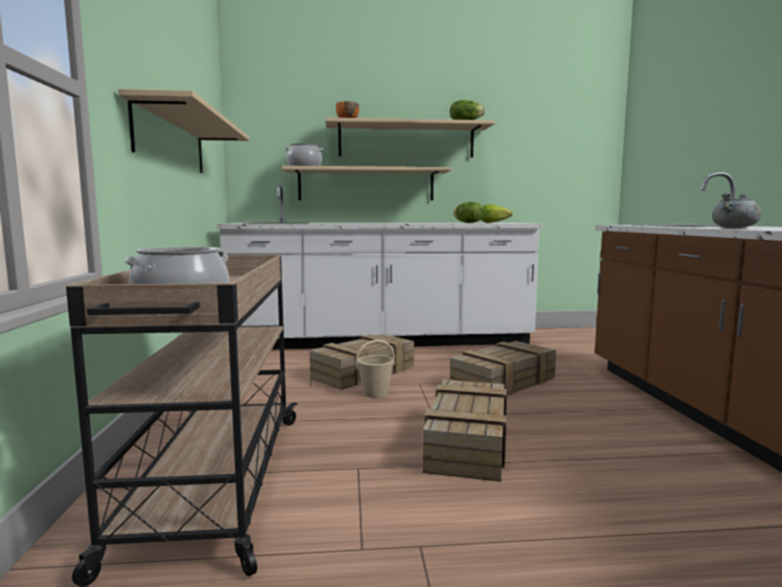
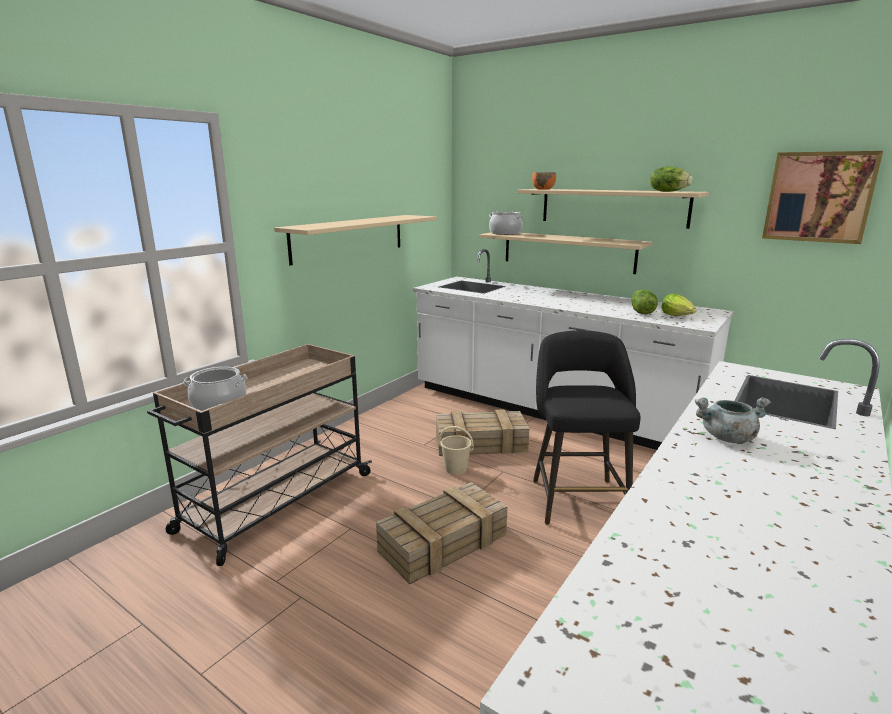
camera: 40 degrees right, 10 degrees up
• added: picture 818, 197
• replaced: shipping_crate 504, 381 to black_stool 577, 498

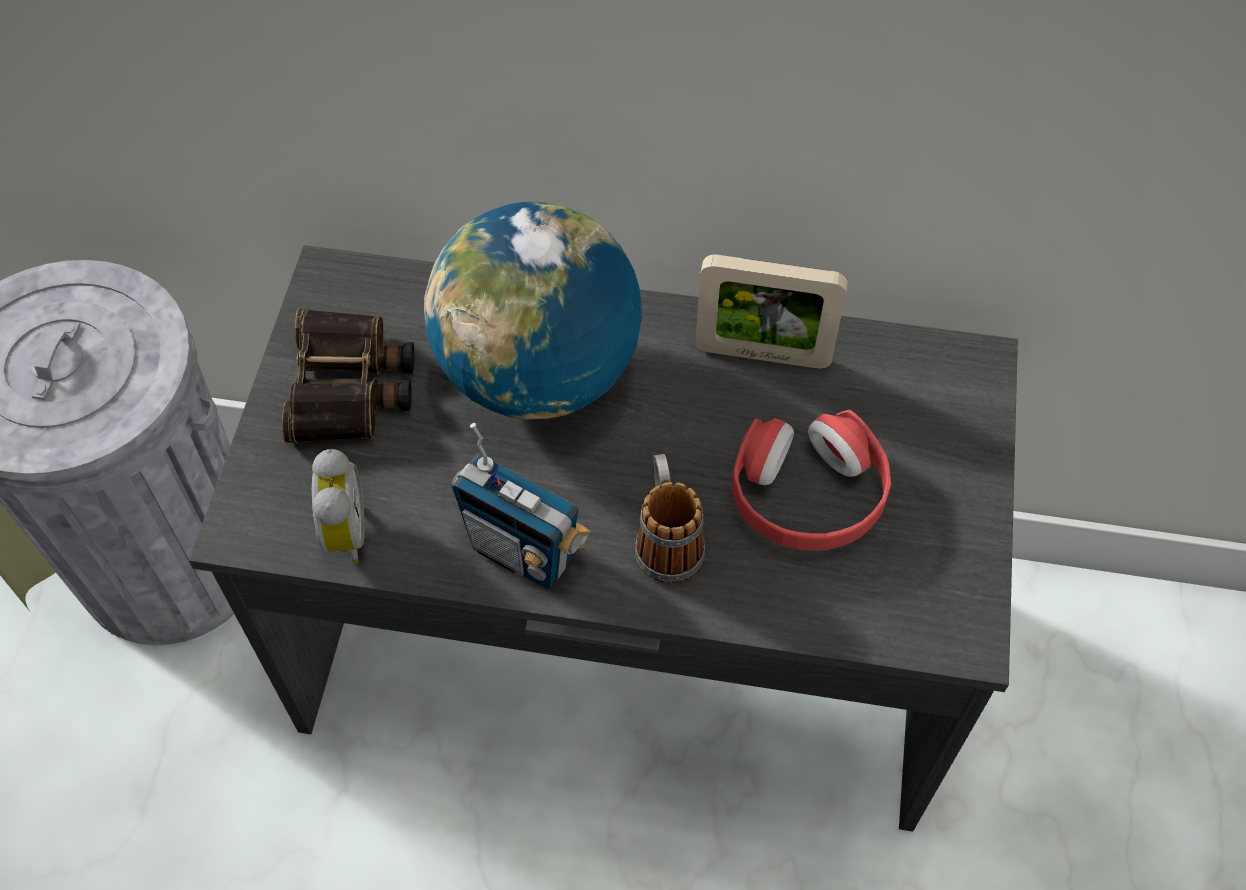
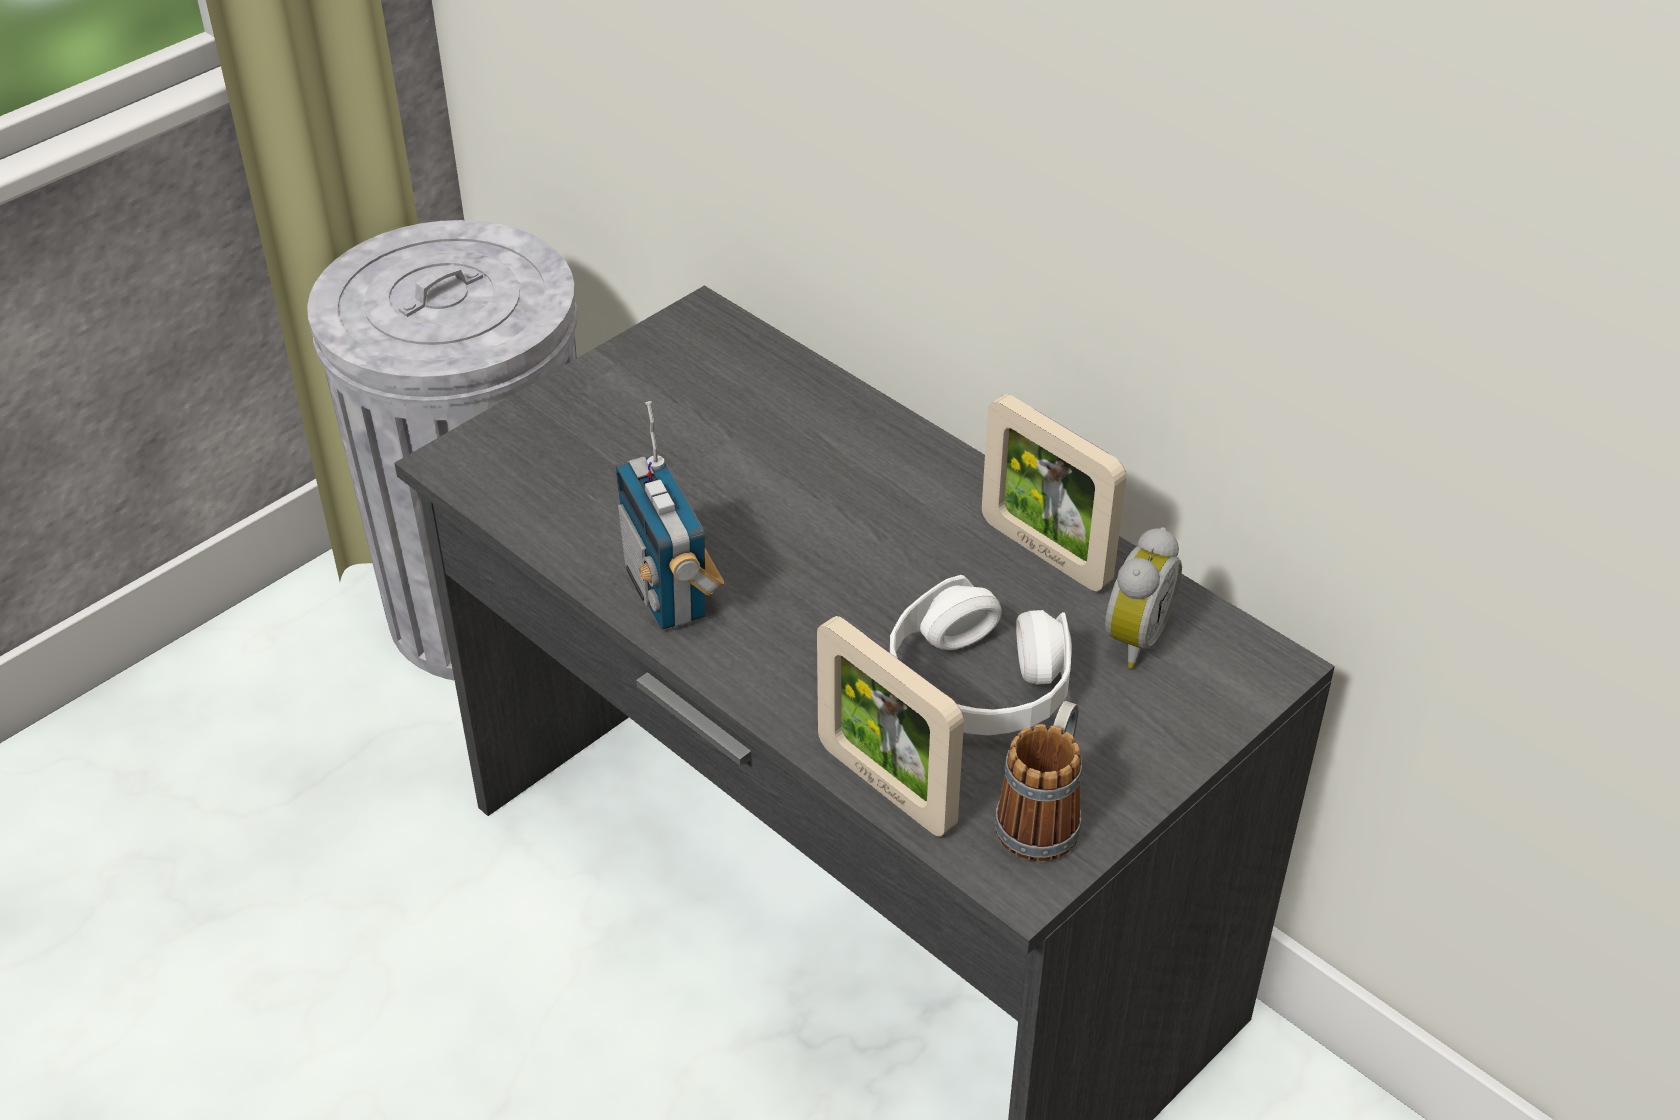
camera: 35 degrees right, 15 degrees down
• removed: field_glasses 351, 386
• removed: desk_globe 539, 373
• added: picture_frame 886, 787
• moved: table_clock 342, 533 to 1131, 638
• moved: tea_mug 666, 539 to 1044, 816
• recoloured: reddish_pair_of_headphones 807, 494 to whitish_pair_of_headphones 978, 682

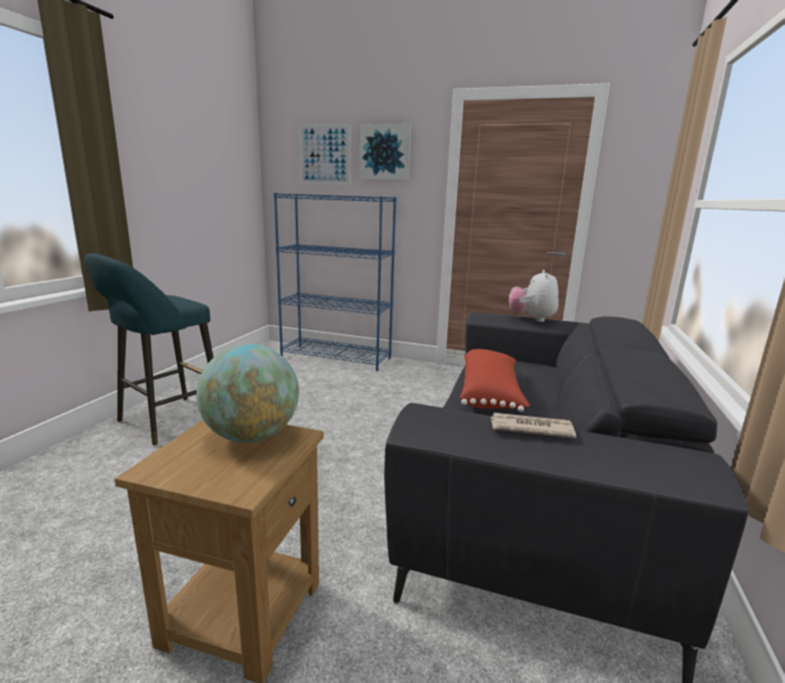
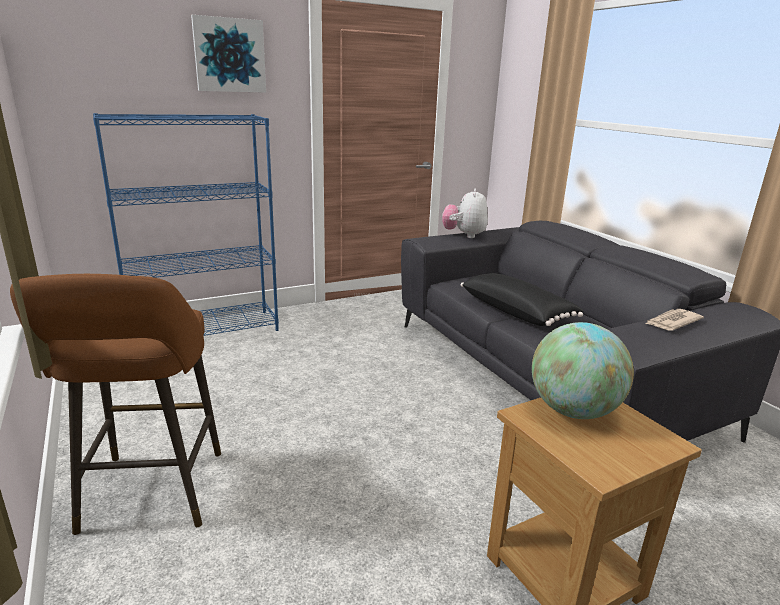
camera: 45 degrees left, 5 degrees up
• removed: picture 324, 154
• recoloured: turquoise_stool 165, 421 to brown_stool 151, 496
• recoloured: reddish_throw_pillow 490, 394 to black_throw_pillow 517, 312
• turned: cuddly_toy 531, 319 = 464, 235 45 degrees clockwise

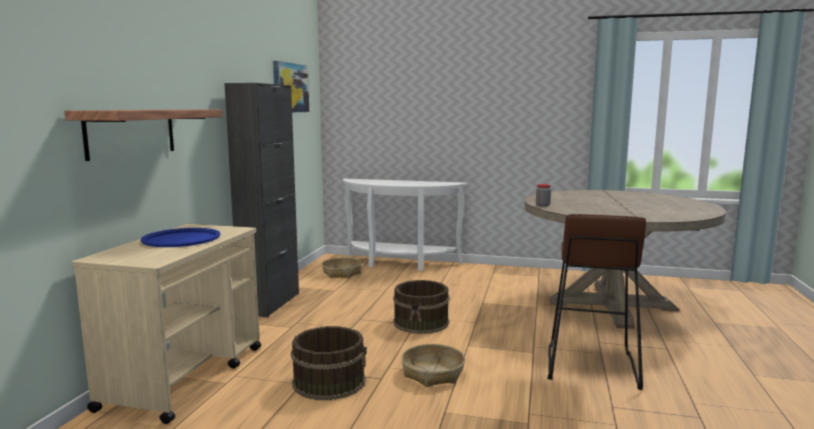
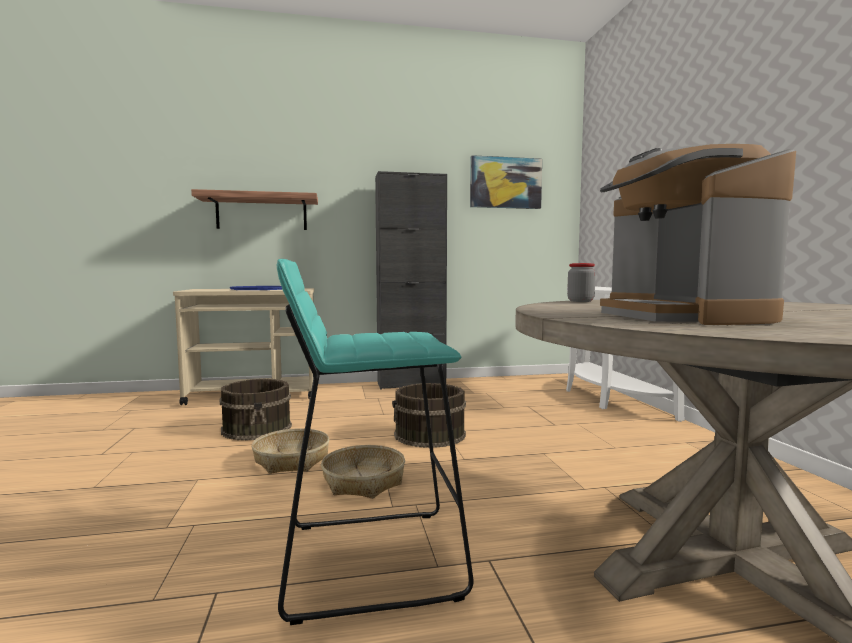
camera: 65 degrees right, 5 degrees down
• added: coffee_machine 681, 316
• moved: basket 342, 273 to 364, 482
• recoloured: brown_stool 590, 366 to turquoise_stool 370, 559

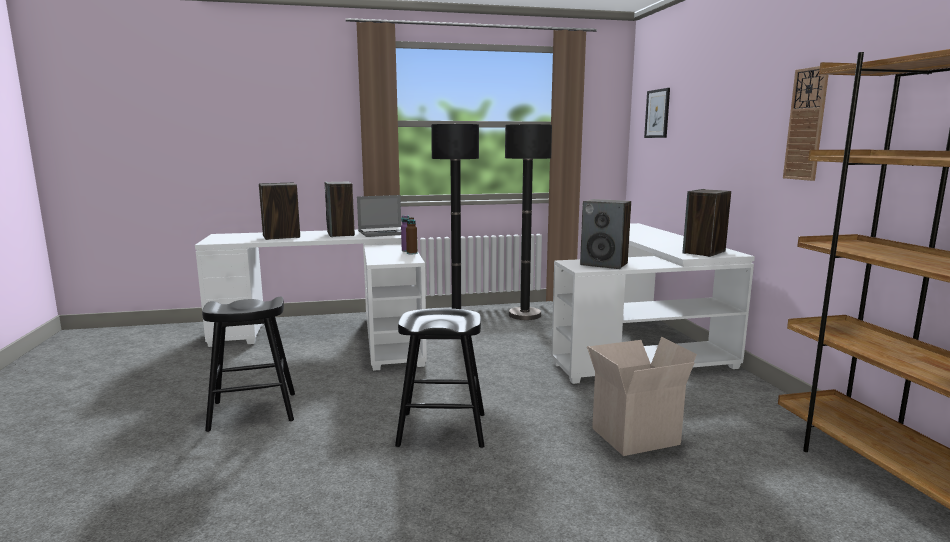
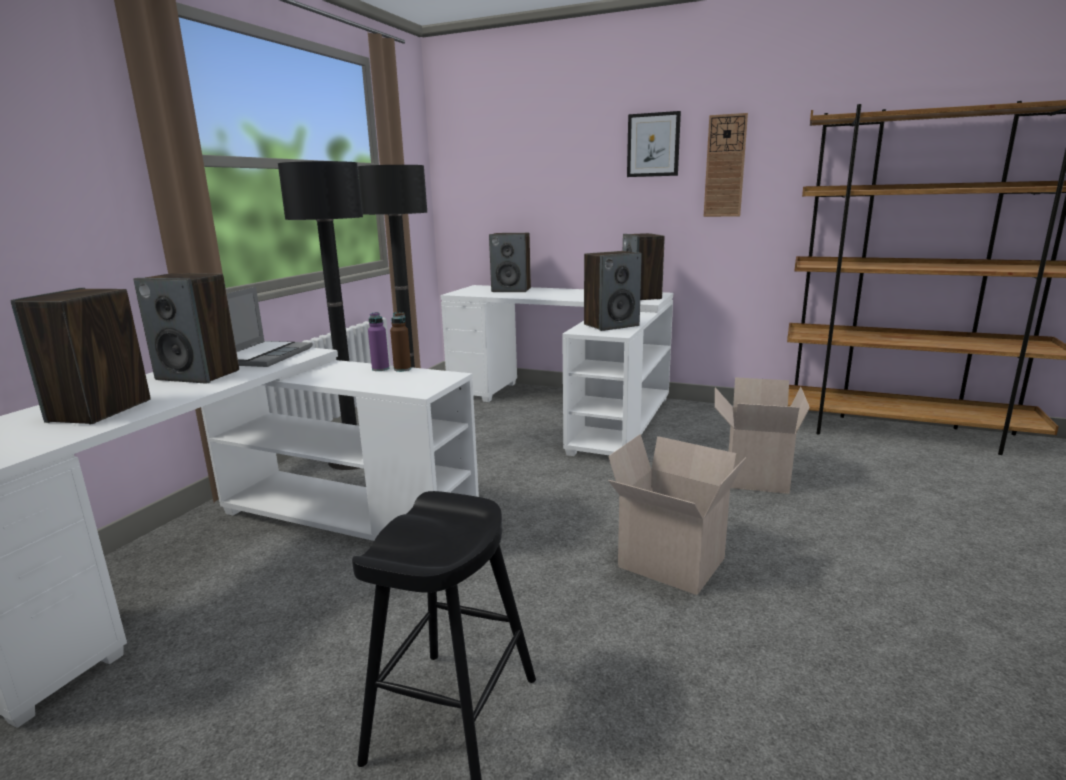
camera: 55 degrees left, 5 degrees up
• added: loudspeaker 511, 290
• moved: picture 657, 113 to 653, 145
• replaced: black_stool 441, 430 to packing_box 668, 564

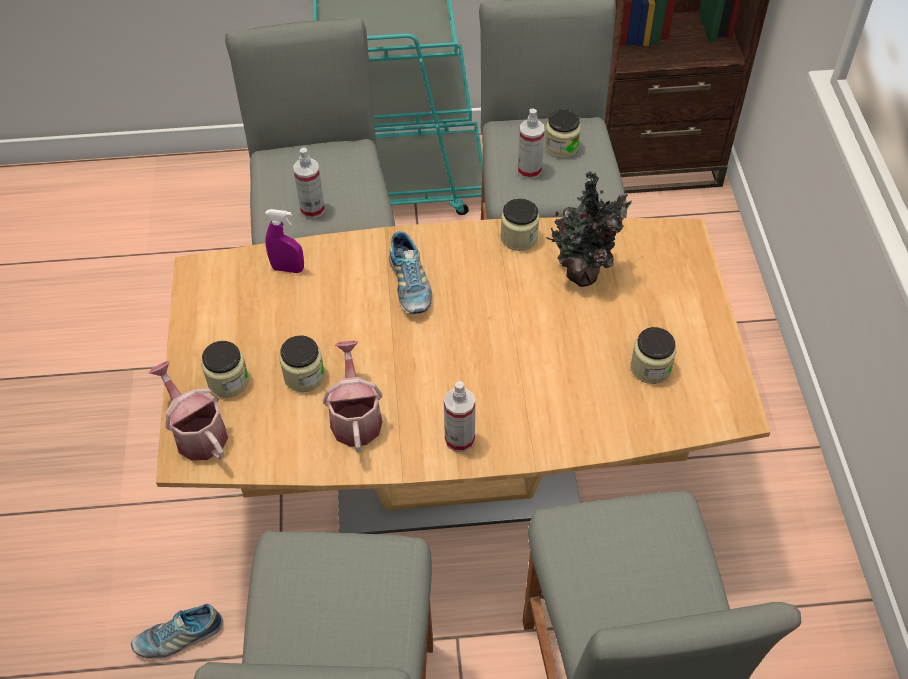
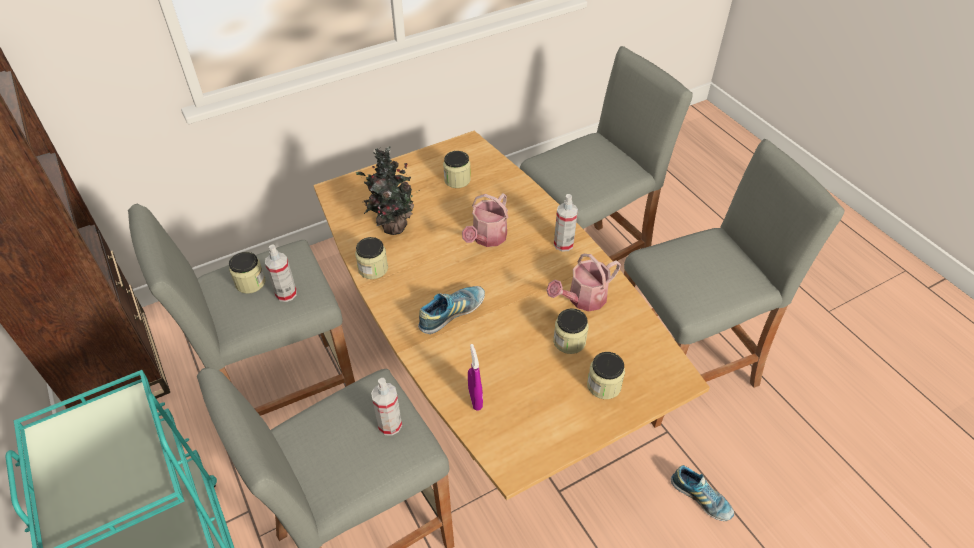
camera: 115 degrees left, 5 degrees down
• moved: watering_pot 197, 432 to 487, 238

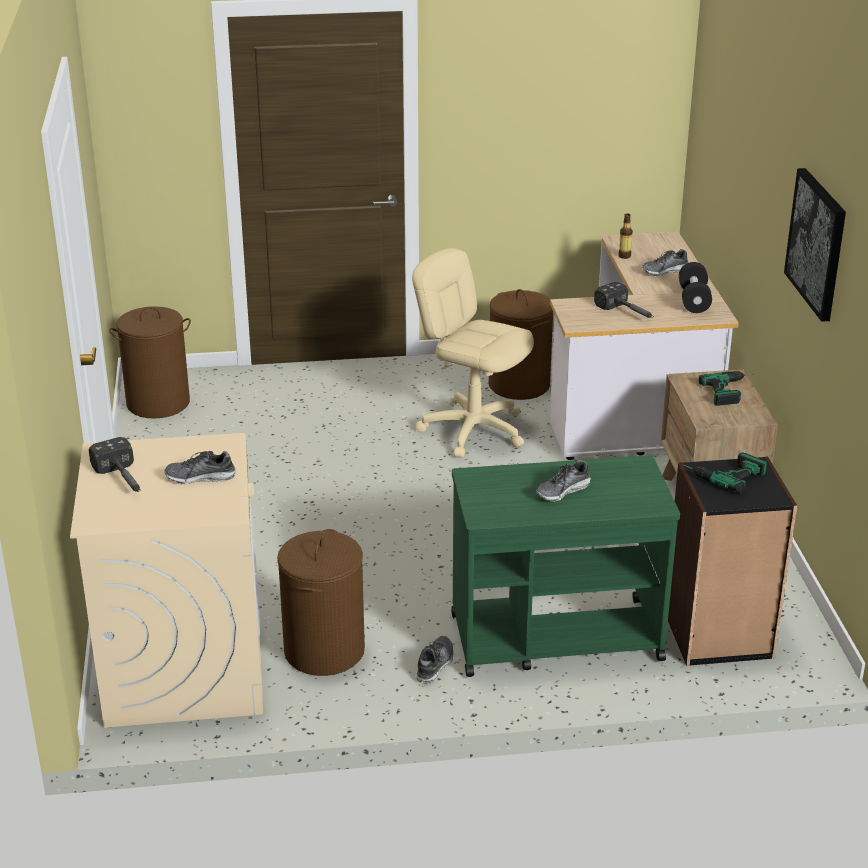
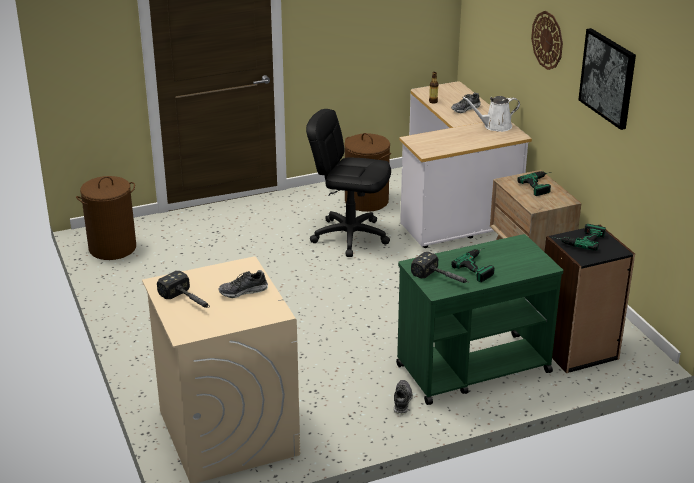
camera: 15 degrees left, 0 degrees up
• removed: brown_laundry_basket 324, 650
• added: clock_on_the_wall 547, 40
• moved: tool_hammer 628, 313 to 442, 279
• replaced: low_shoe 562, 491 to power_drill 480, 266
• replaced: black_hand_weight 693, 300 to whitish_watering_pot 495, 126
• recoloured: beige-coloured_desk_chair 473, 430 to black_desk_chair 350, 236

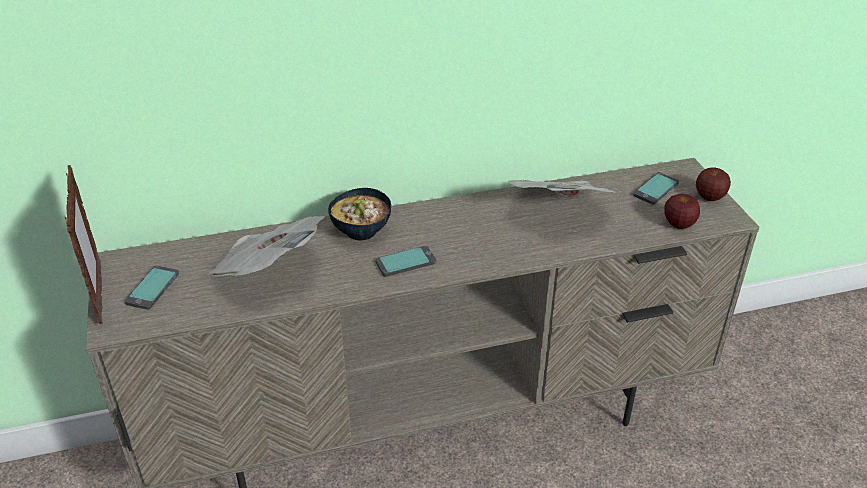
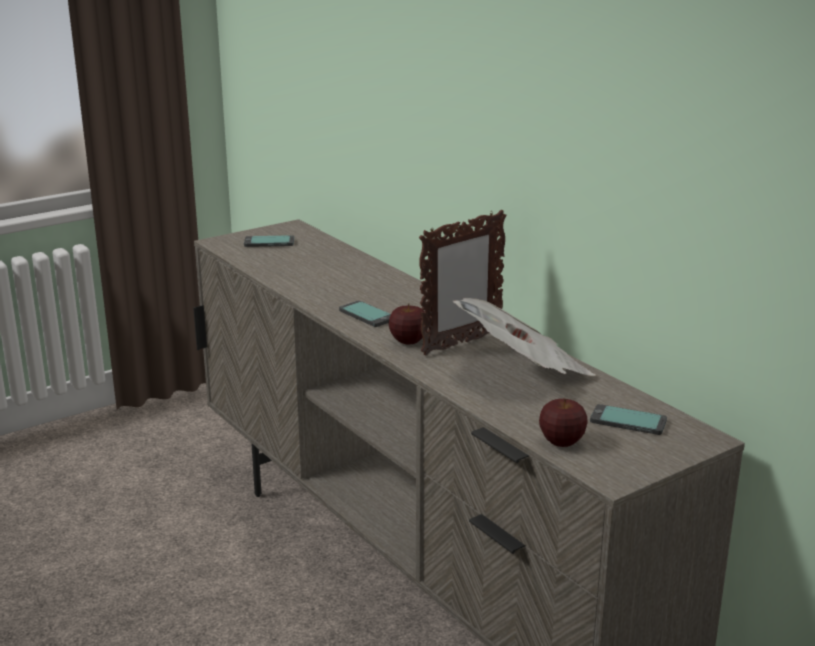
camera: 70 degrees right, 15 degrees down
• removed: printed_paper 268, 270
• removed: serving_bowl 362, 231
• moved: picture_frame 99, 295 to 460, 343
• moved: whole_apple 710, 197 to 408, 341

